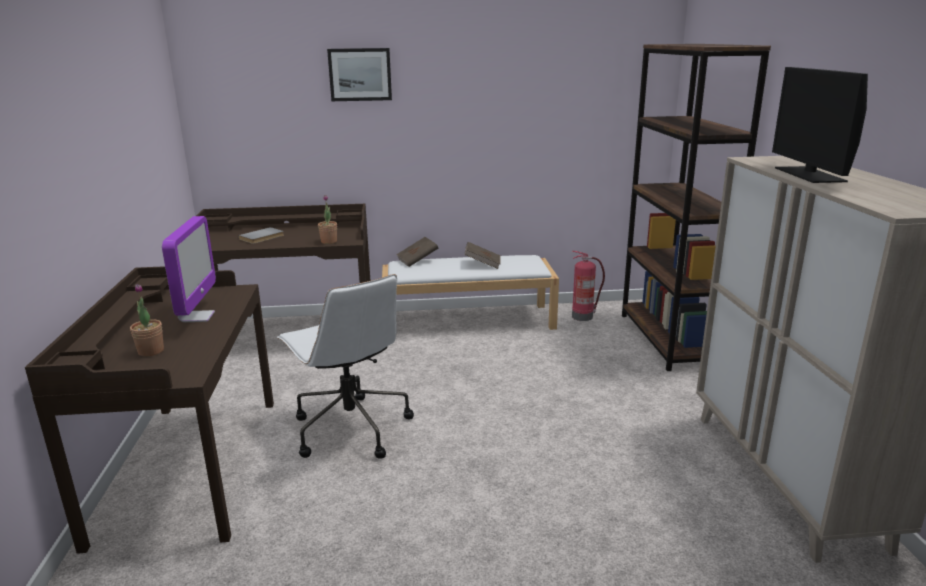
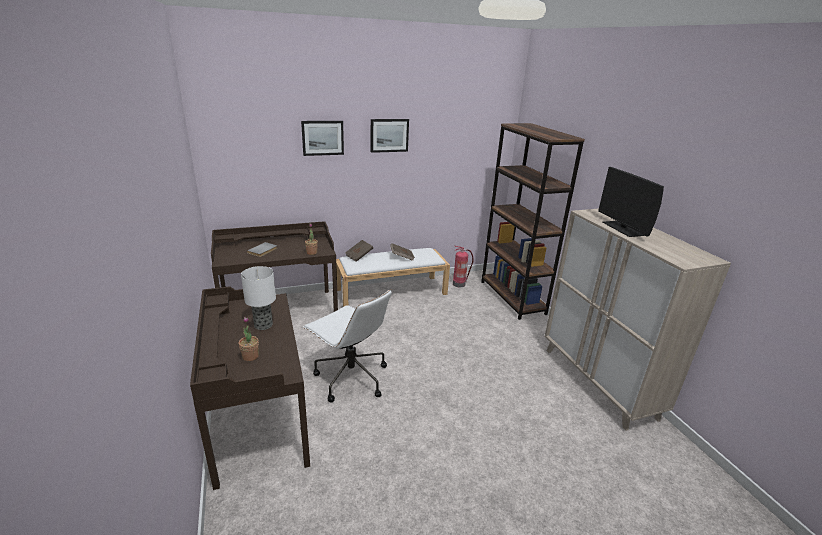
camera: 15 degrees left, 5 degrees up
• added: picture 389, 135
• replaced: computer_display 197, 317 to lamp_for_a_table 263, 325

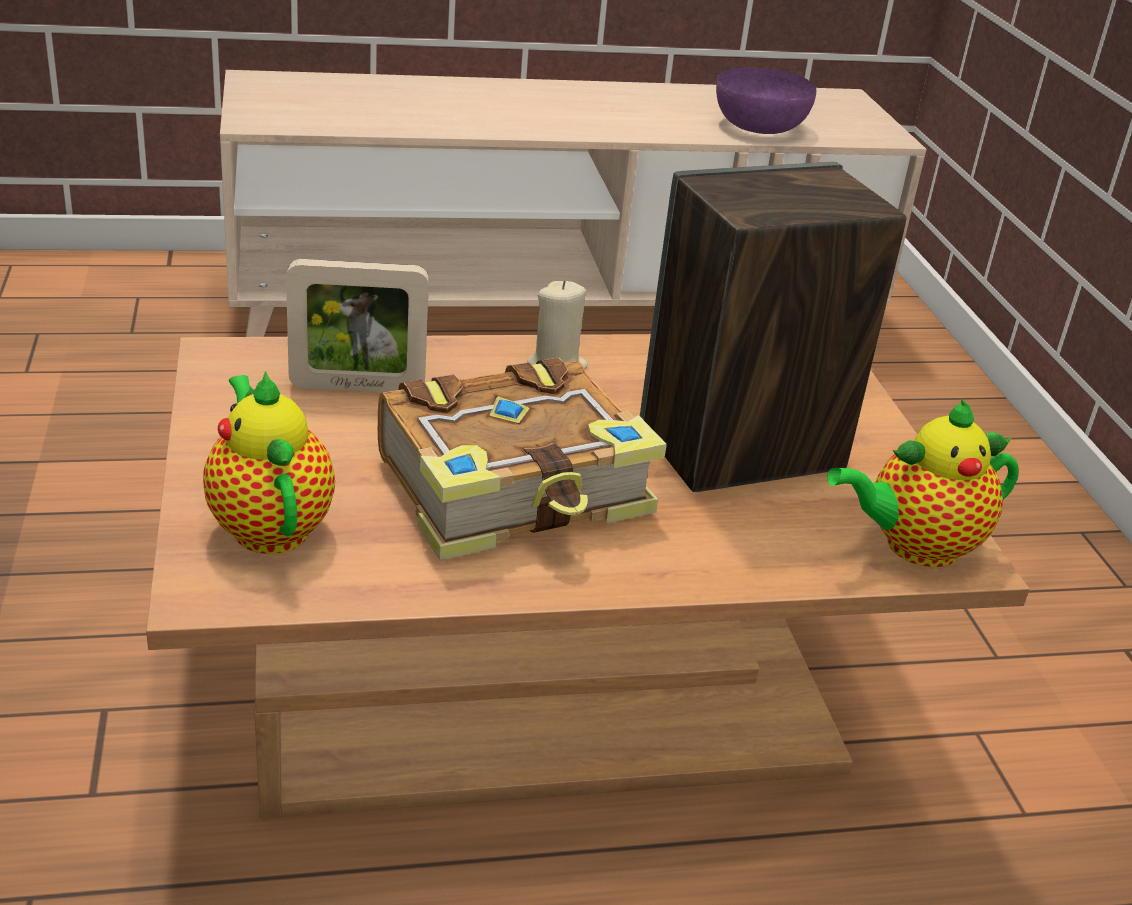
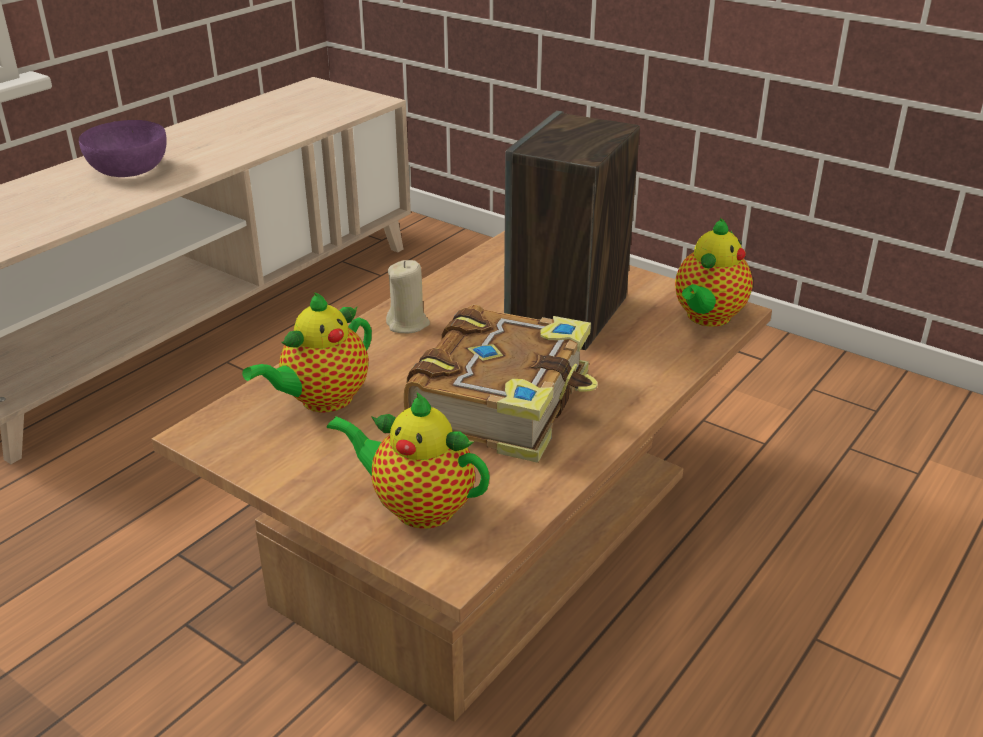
camera: 40 degrees left, 0 degrees up
• moved: purple_serving_bowl 761, 127 to 130, 170
• replaced: picture_frame 357, 387 to tea_pot 322, 400

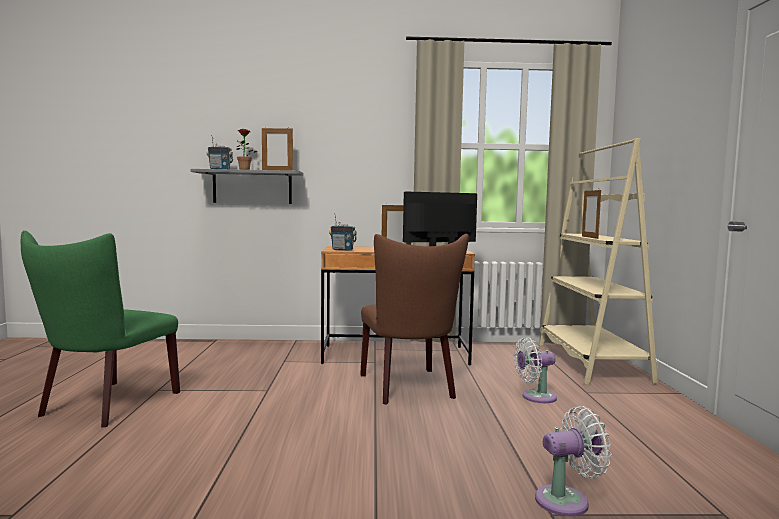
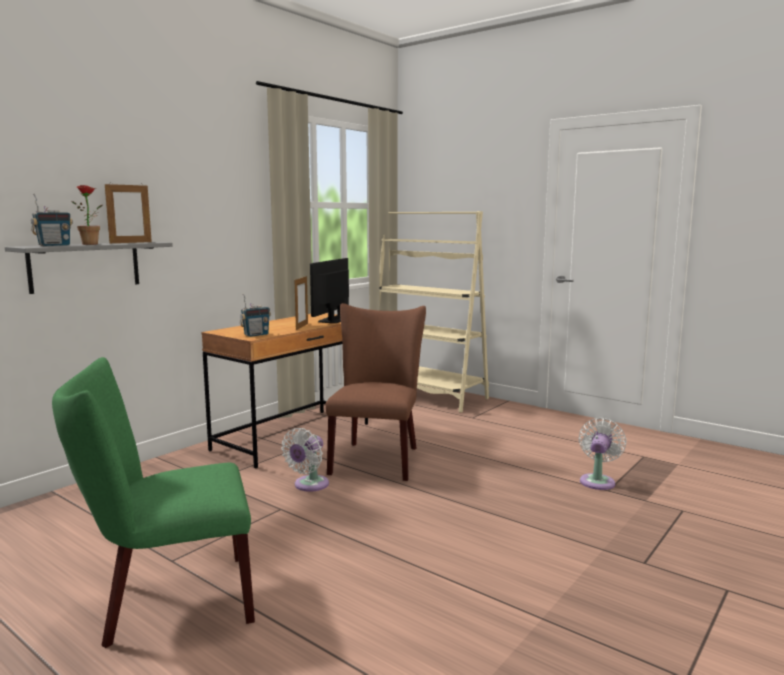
camera: 50 degrees left, 5 degrees up
• removed: picture_frame 589, 237
• moved: whitish_cooling_fan 535, 397 to 309, 485
• turned: greenish_upright_chair 104, 406 = 168, 601 105 degrees clockwise
• turned: brown_upright_chair 409, 388 = 377, 458 105 degrees counterclockwise

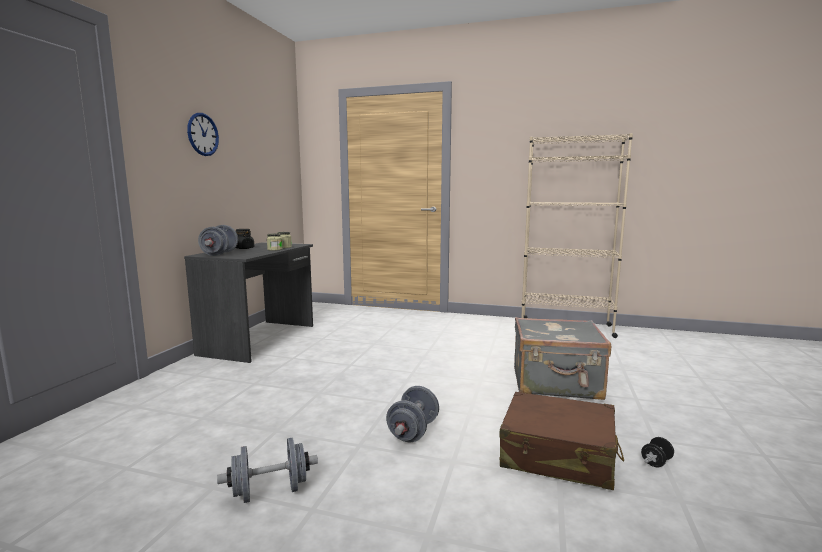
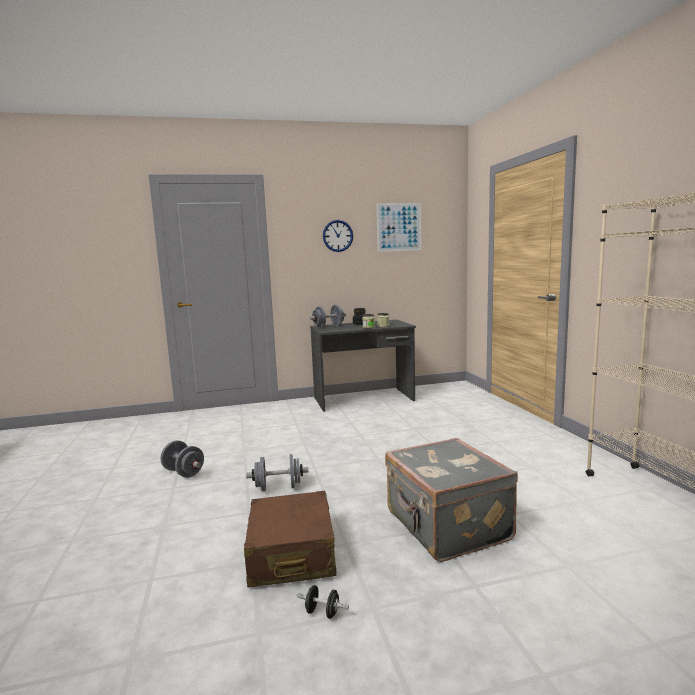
camera: 60 degrees right, 0 degrees up
• added: picture 399, 227

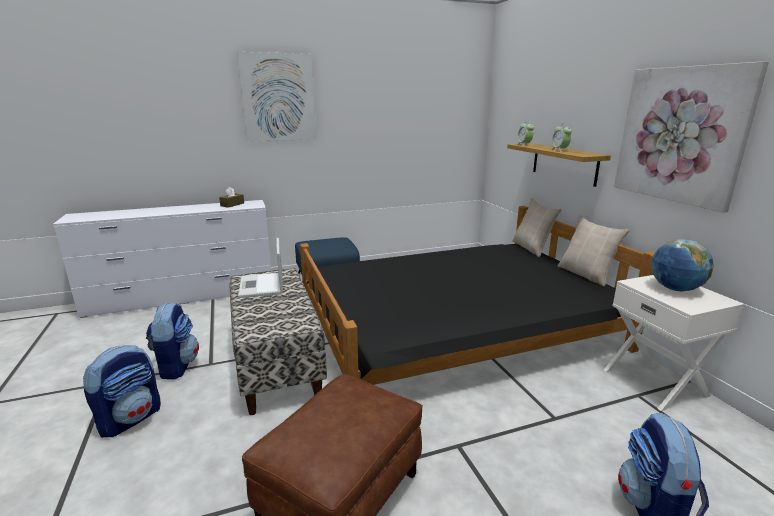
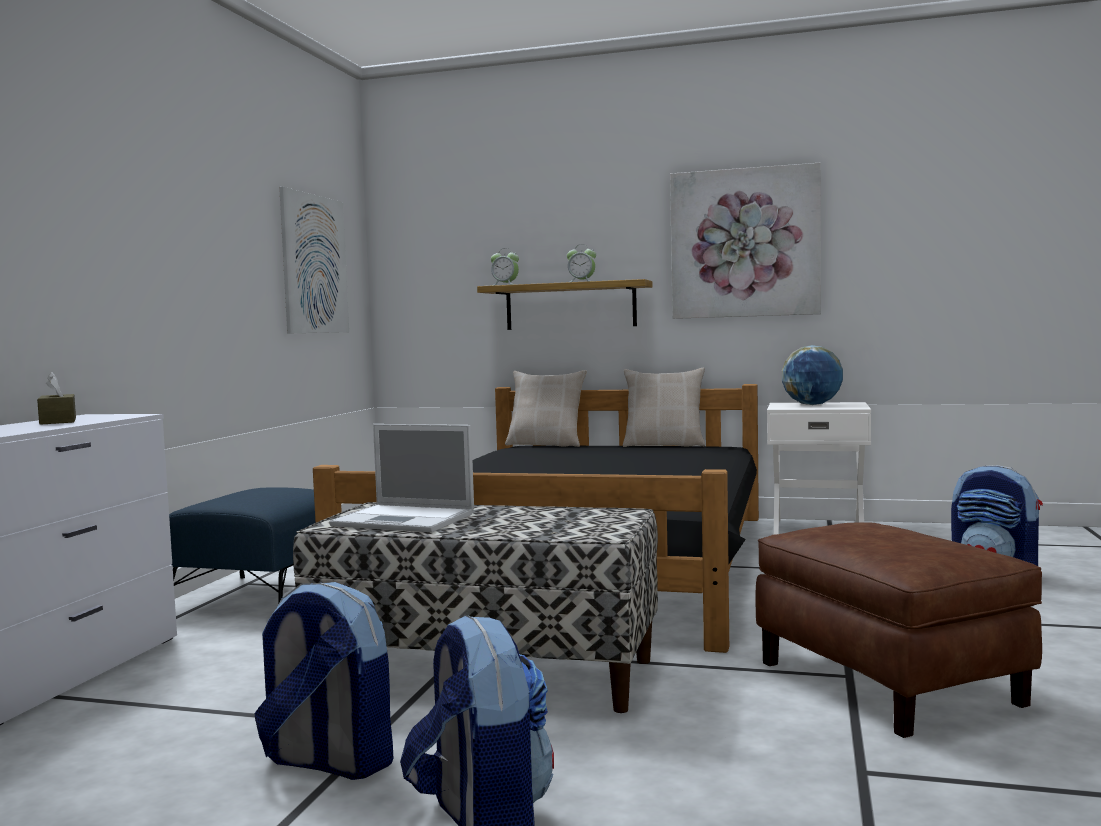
camera: 55 degrees left, 15 degrees down
• moved: picture 278, 98 to 314, 264

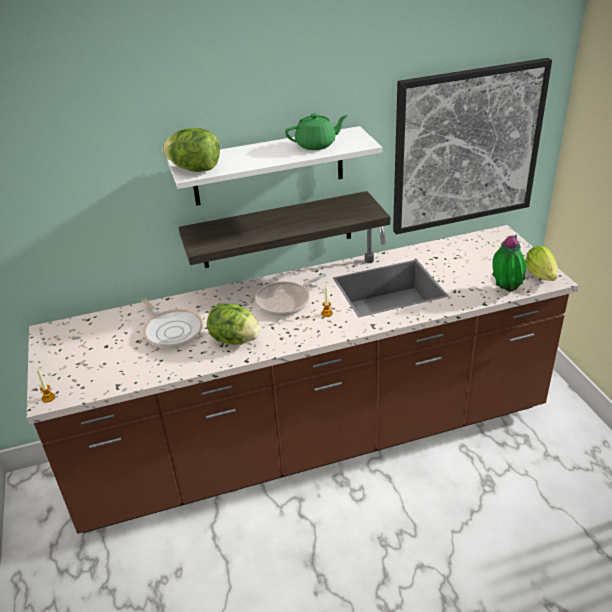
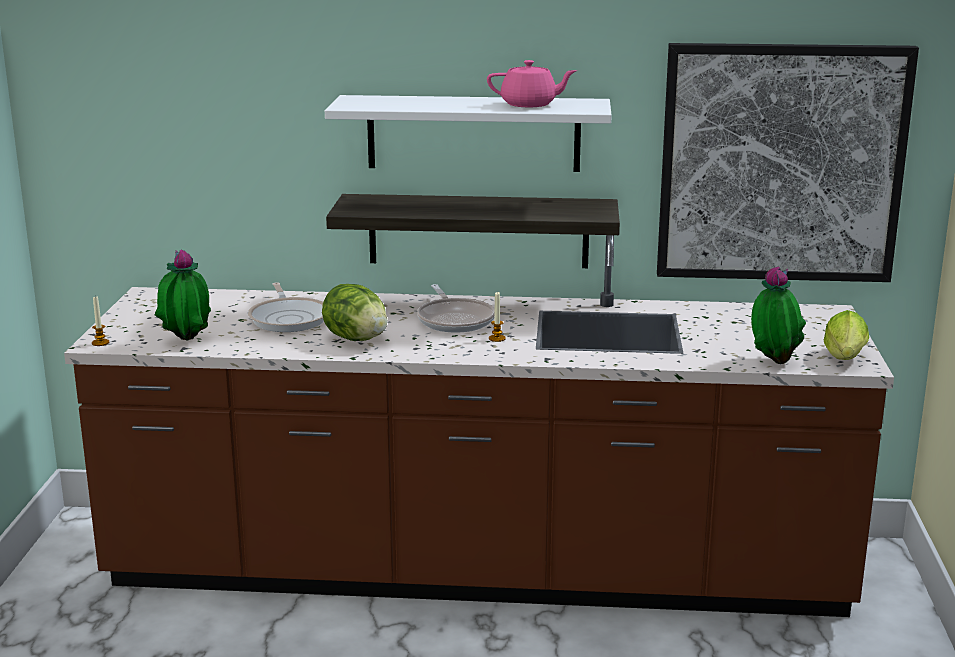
camera: 20 degrees right, 15 degrees down
• removed: head_of_lettuce 195, 169
• added: houseplant 186, 342
• recoloured: greenish_tea_pot 316, 145 to pink_tea_pot 530, 104
• turned: pan 286, 301 = 455, 320 90 degrees counterclockwise

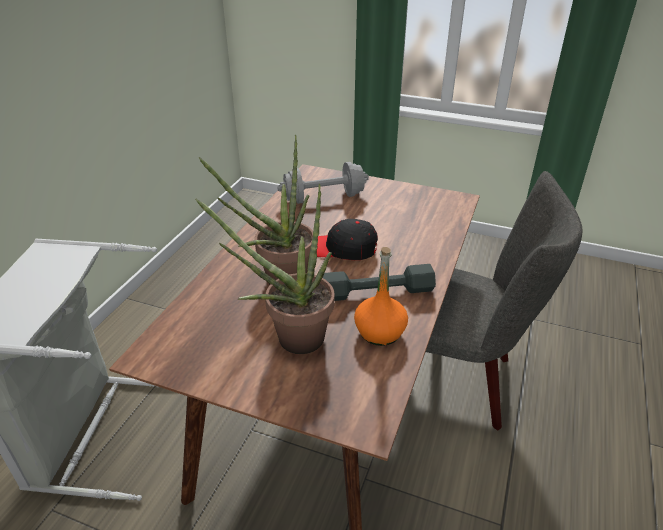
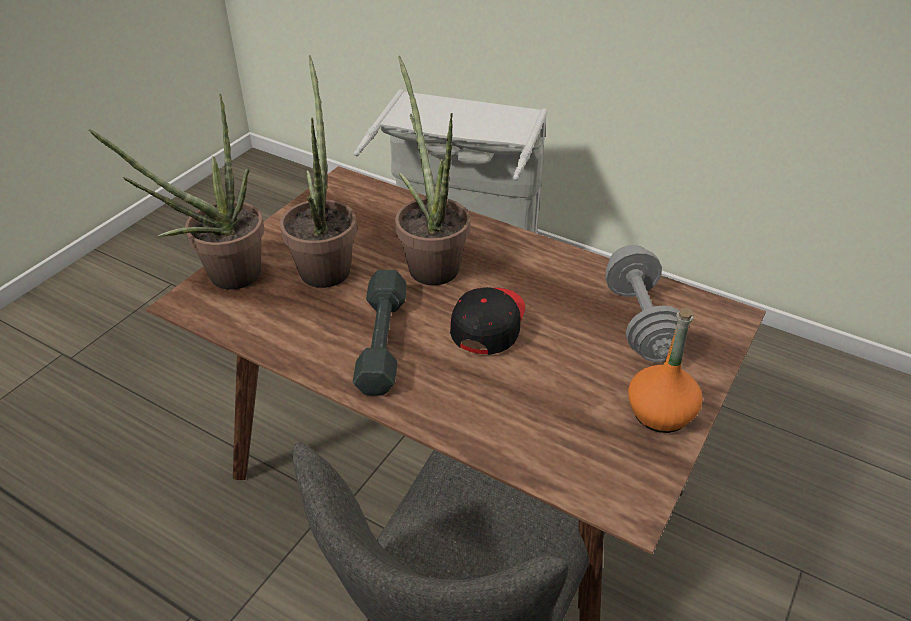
camera: 100 degrees right, 5 degrees up
• added: houseplant 223, 278
• moved: orangey_beverage_bottle 380, 332 to 660, 413

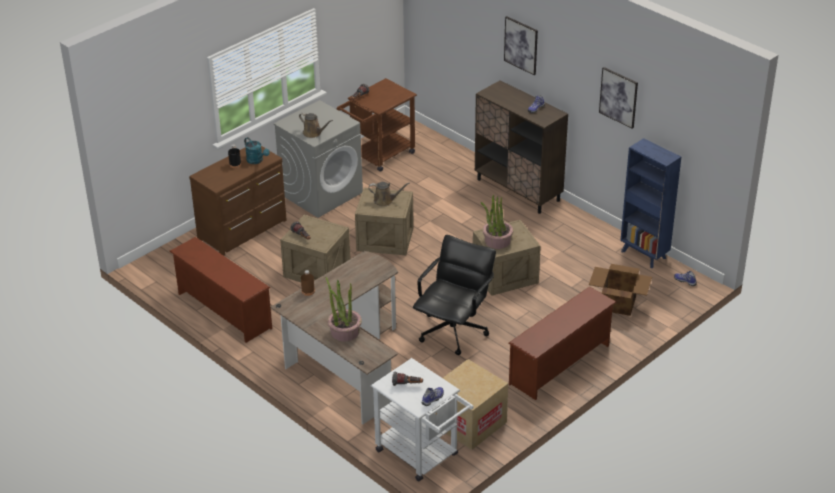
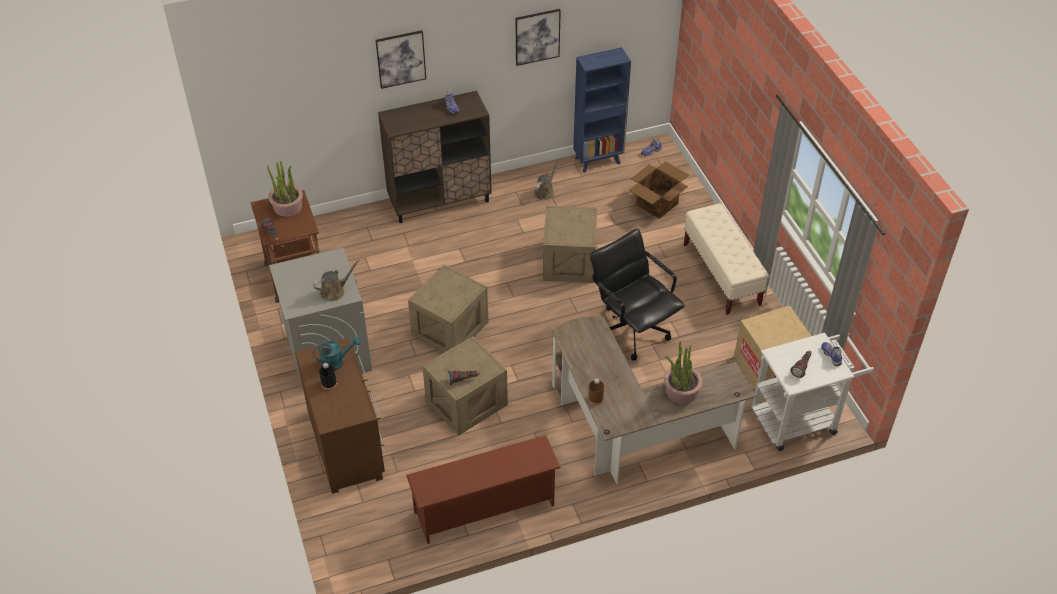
camera: 65 degrees left, 10 degrees up
• moved: brown_watering_pot 385, 201 to 545, 192
• moved: houseplant 497, 241 to 287, 207
• replaced: brown_shoe_shelf 560, 365 to beige-coloured_bench 721, 275

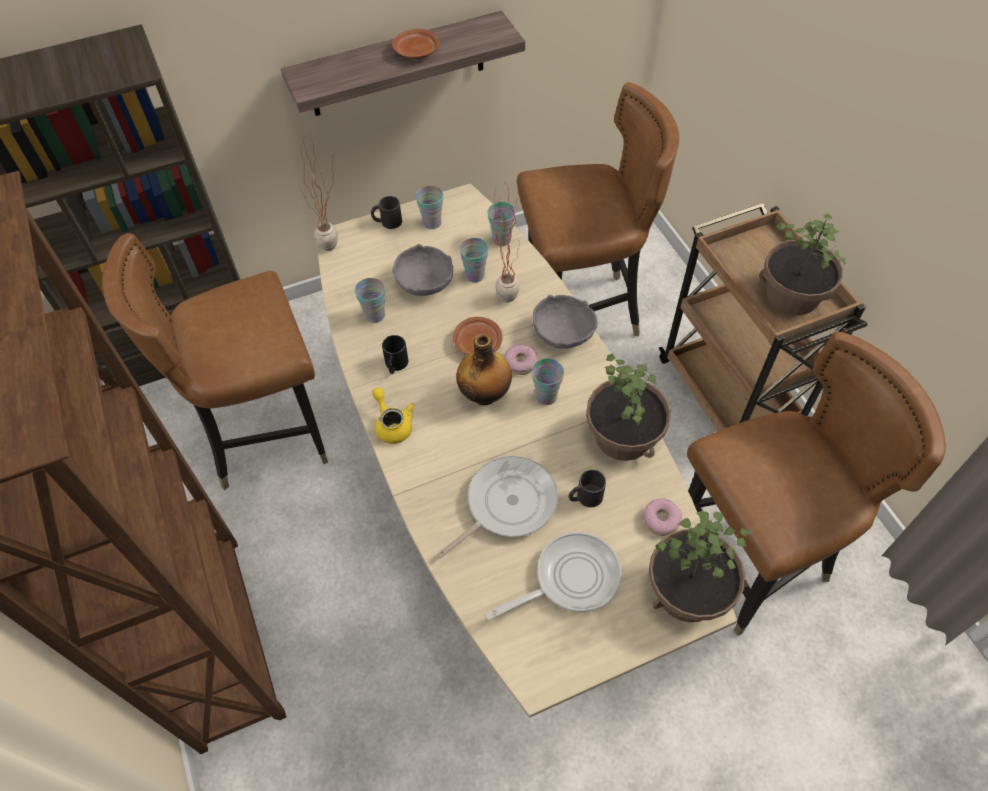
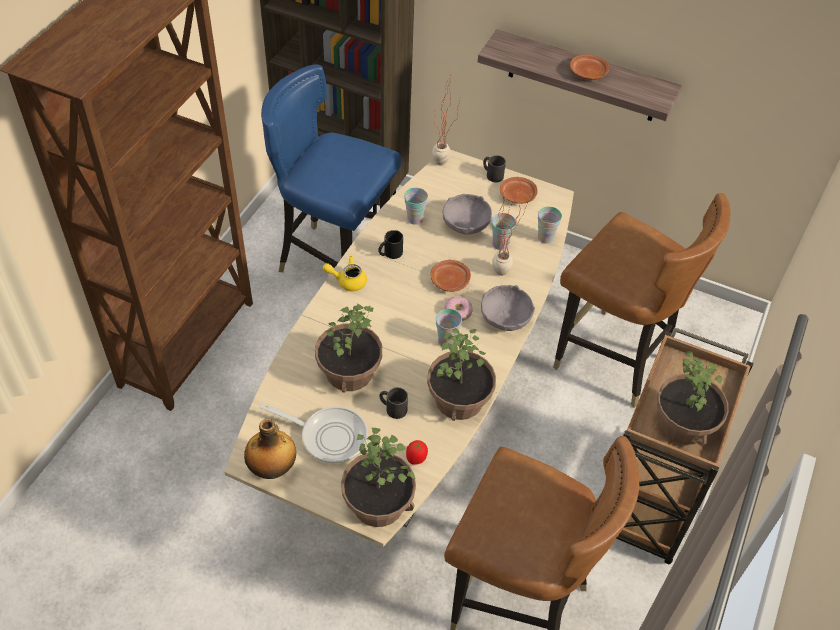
camera: 45 degrees right, 5 degrees down
• moved: beverage_bottle 485, 394 to 273, 469
• replaced: cup 432, 223 to brown_flat_dish 517, 195
• replaced: pan 507, 504 to houseplant 348, 372
• replaced: ring_doughnut 661, 520 to fresh_tomato 416, 458
• recoloured: brown_upright_chair 267, 434 to bluish_upright_chair 335, 262
• turned: yellow-coloured_tea_pot 392, 424 = 347, 281 105 degrees counterclockwise

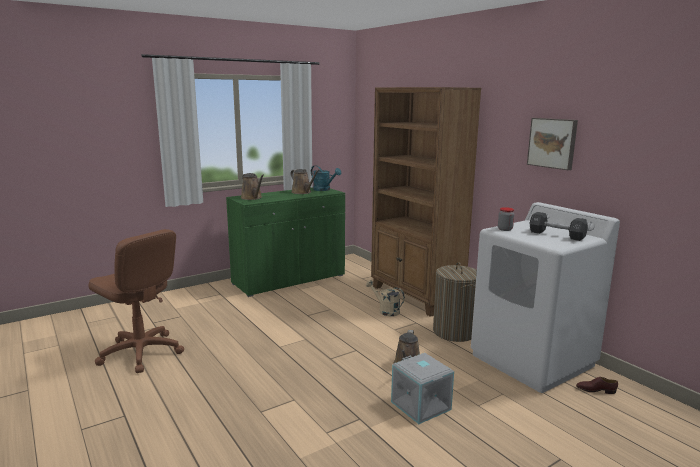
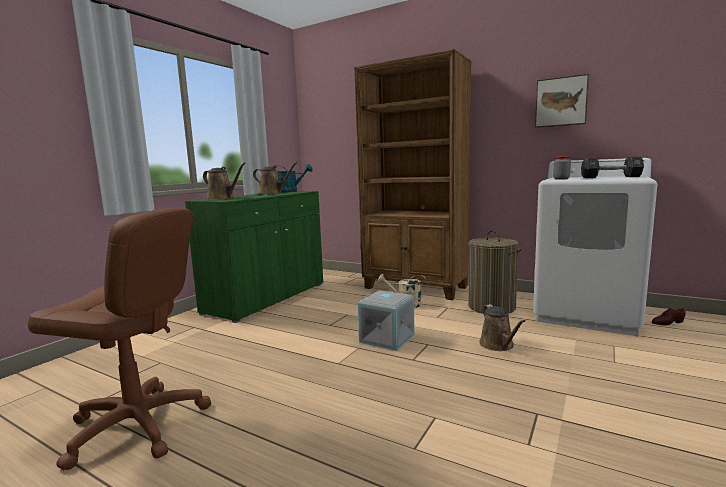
camera: 25 degrees left, 5 degrees down
• moved: grey_storage_container 422, 405 to 388, 338

